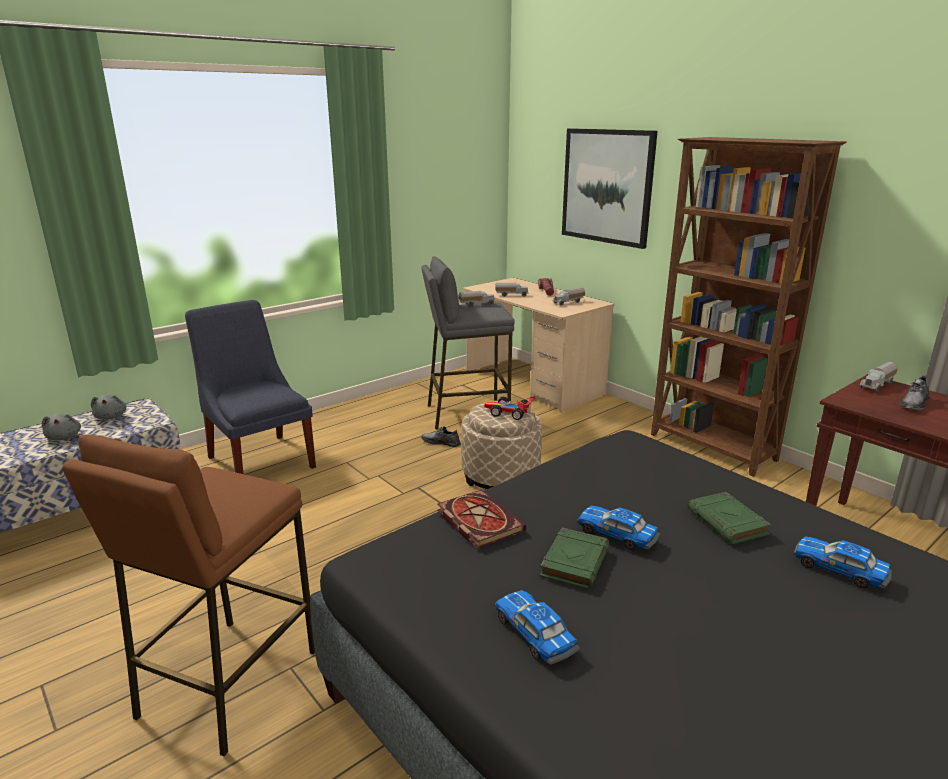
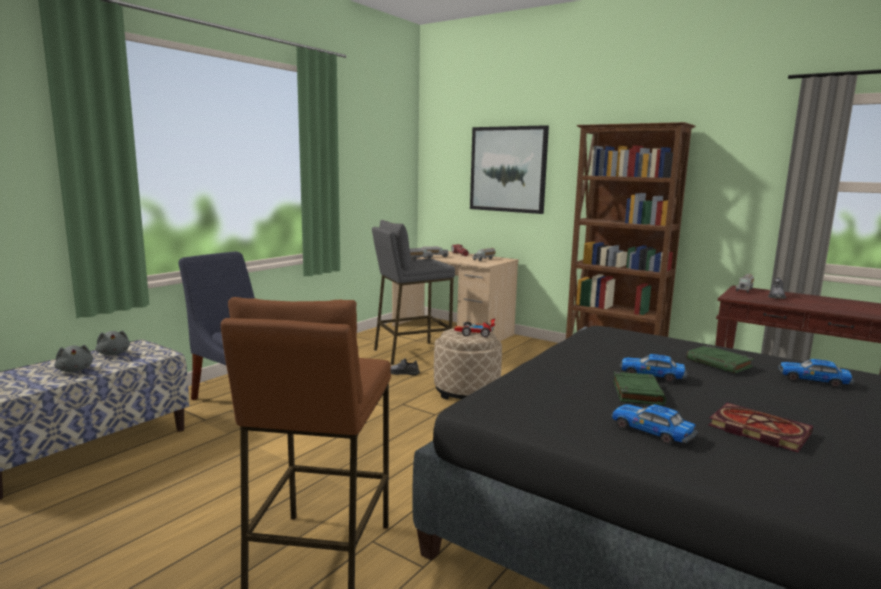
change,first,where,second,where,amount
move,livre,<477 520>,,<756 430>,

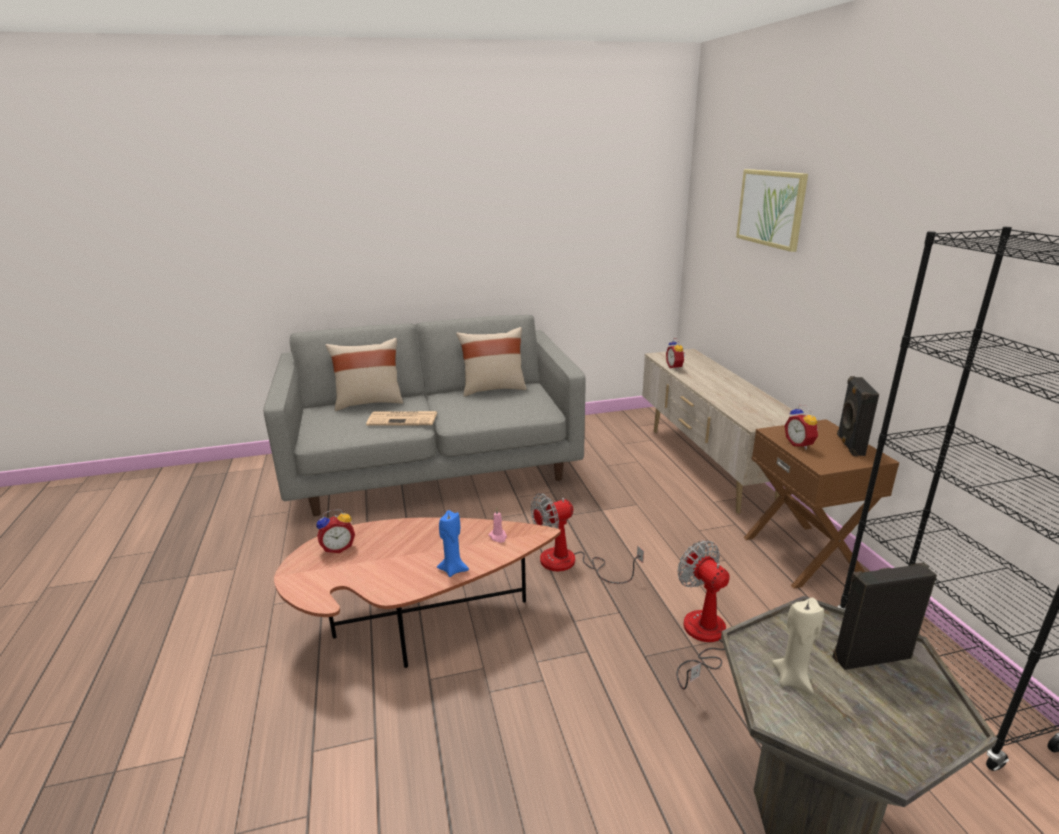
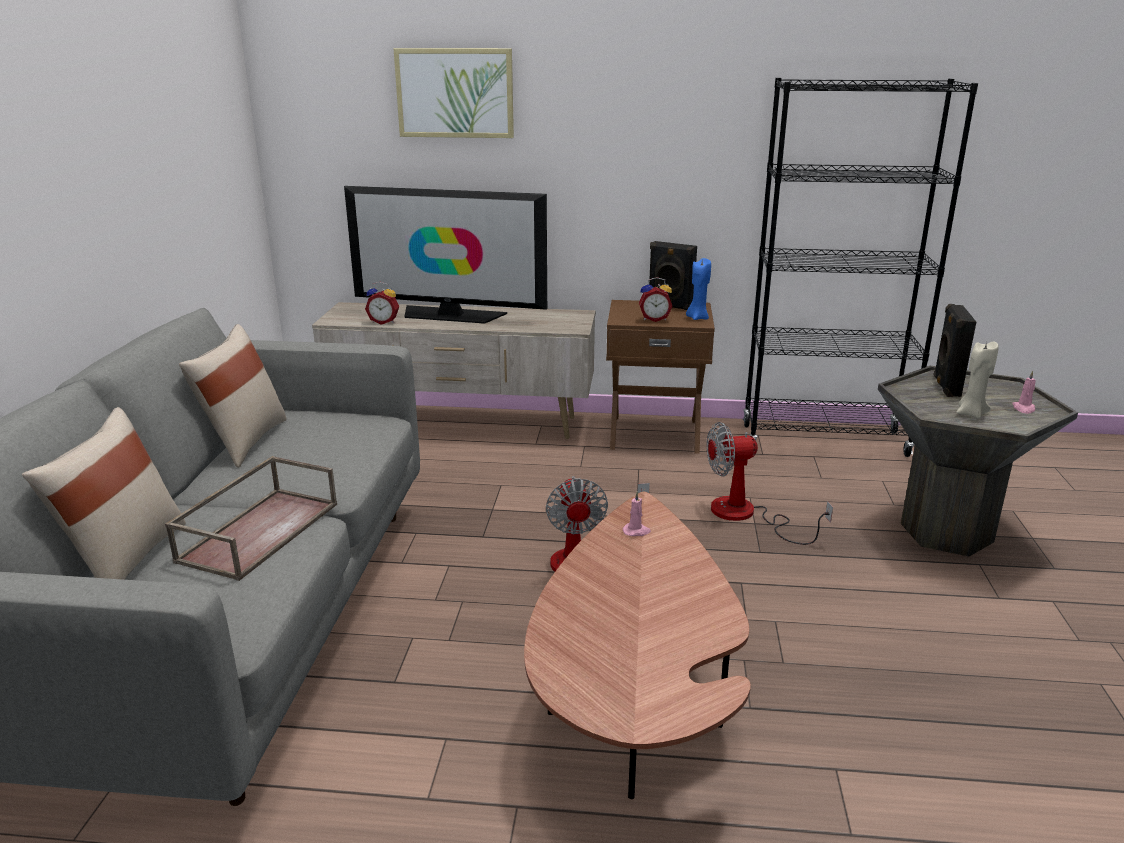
change,first,where,second,where,amount
replace,journal,<403 419>,plateau (marron),<259 530>,
delete,réveil,<338 547>,,,
move,bougie (bleu),<453 569>,,<697 318>,
insert,,,téléviseur,<450 315>,
insert,,,bougie (rose),<1023 409>,

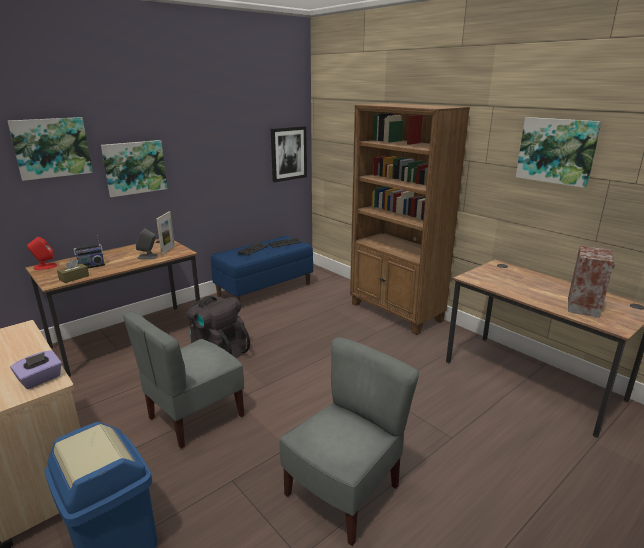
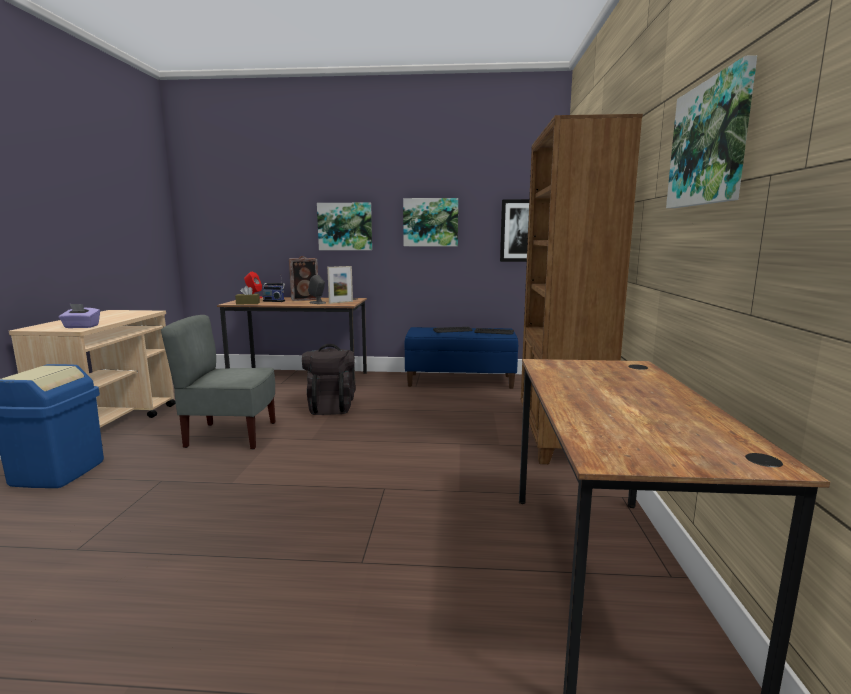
change,first,where,second,where,amount
move,tableau,<51 148>,,<430 222>,
move,enceinte,<583 306>,,<306 299>,
delete,chaise (gris),<344 492>,,,

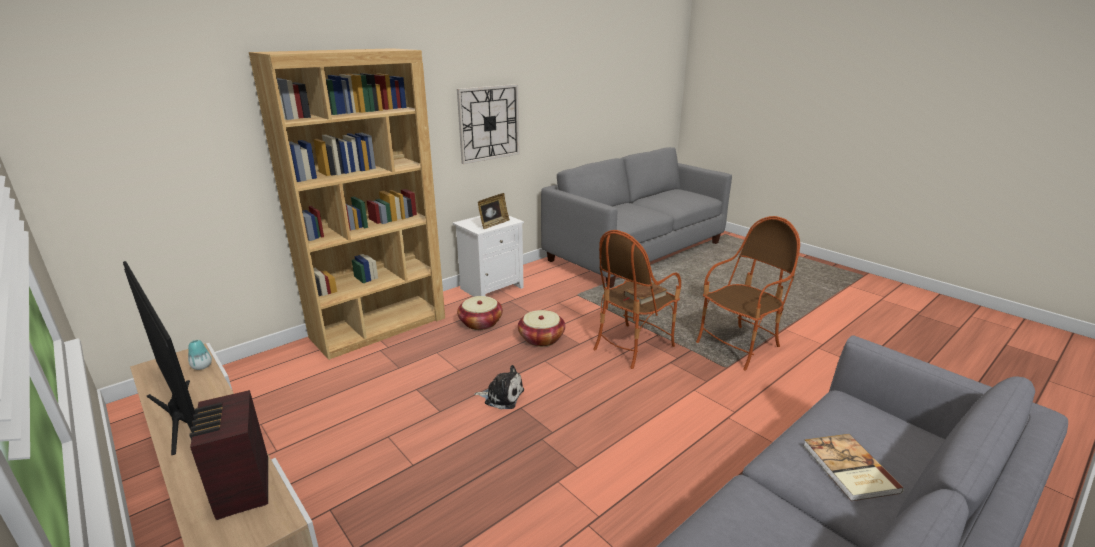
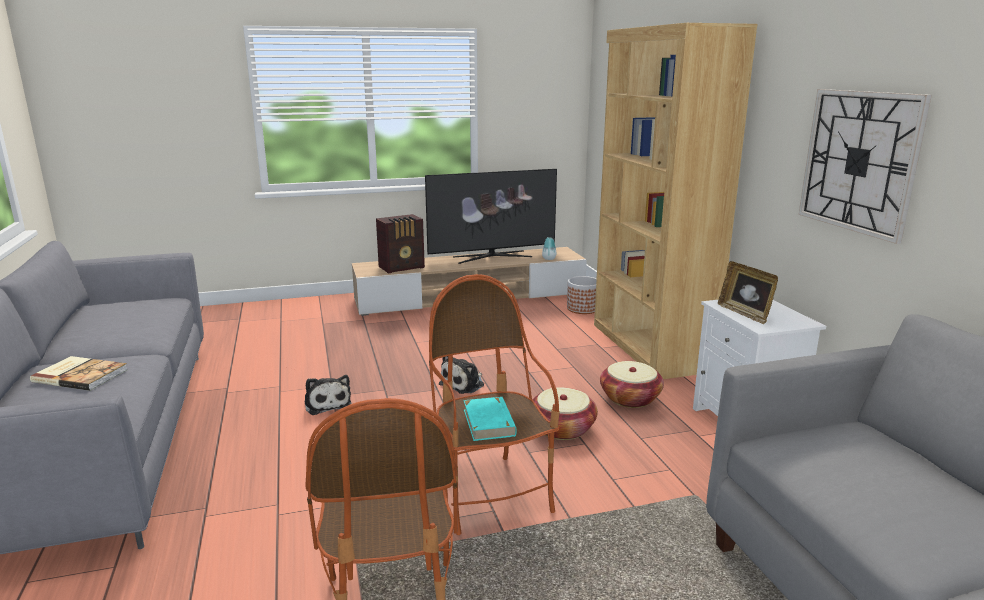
change,first,where,second,where,amount
recolor,livre (marron),<644 296>,livre (turquoise),<489 422>,
rotate,radio,<242 489>,,<402 267>,150 degrees clockwise
insert,,,cache-pot,<583 309>,
insert,,,peluche,<327 403>,

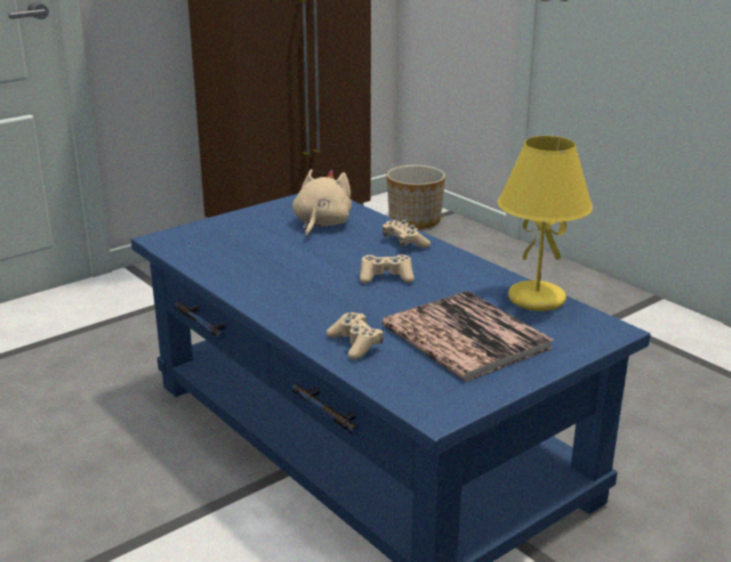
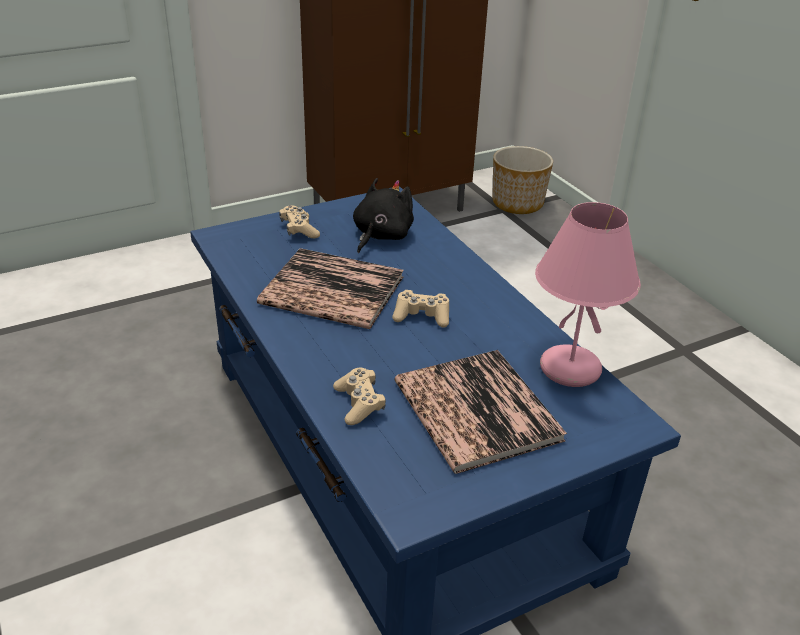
change,first,where,second,where,amount
recolor,lampe de table (jaune),<535 300>,lampe de table (rose),<569 369>,
recolor,peluche (beige),<321 224>,peluche (noir),<381 236>,
move,manette (beige),<404 243>,,<299 230>,
insert,,,livre,<332 290>,

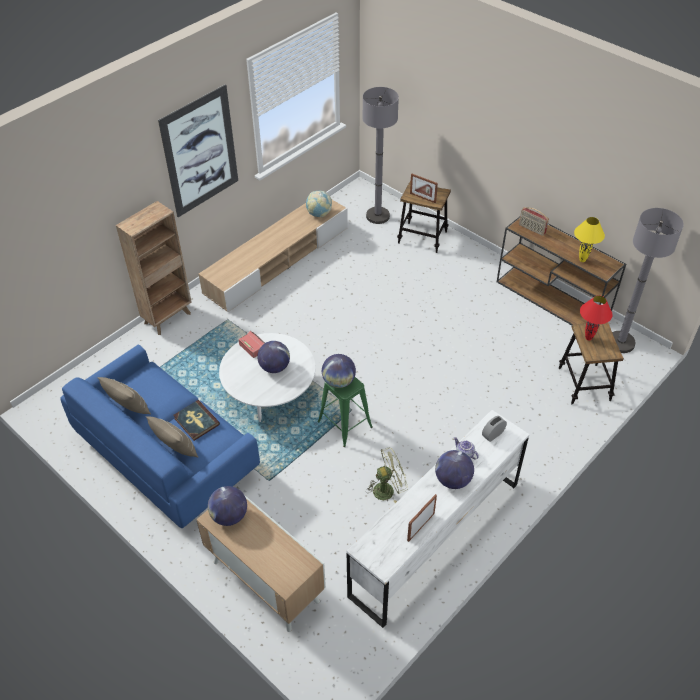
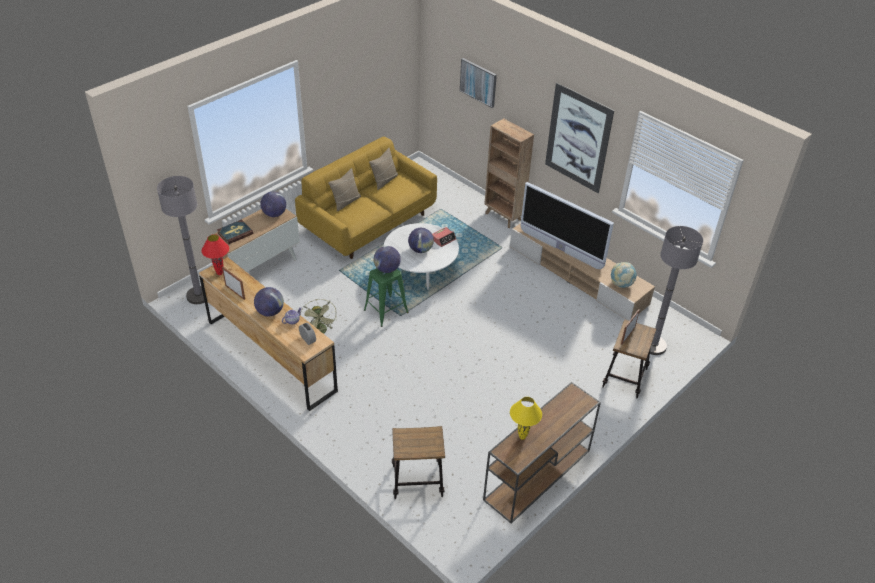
change,first,where,second,where,amount
delete,radio,<531 229>,,,
move,lampadaire (gris),<620 342>,,<198 296>,
move,lampe de table (rouge),<588 338>,,<220 273>,
recolor,canapé (bleu),<166 455>,canapé (jaune),<369 222>,
move,livre,<196 421>,,<235 233>,
recolor,commode (blanc),<435 538>,commode (marron),<271 355>,
insert,,,tableau,<478 82>,
insert,,,téléviseur,<560 250>,

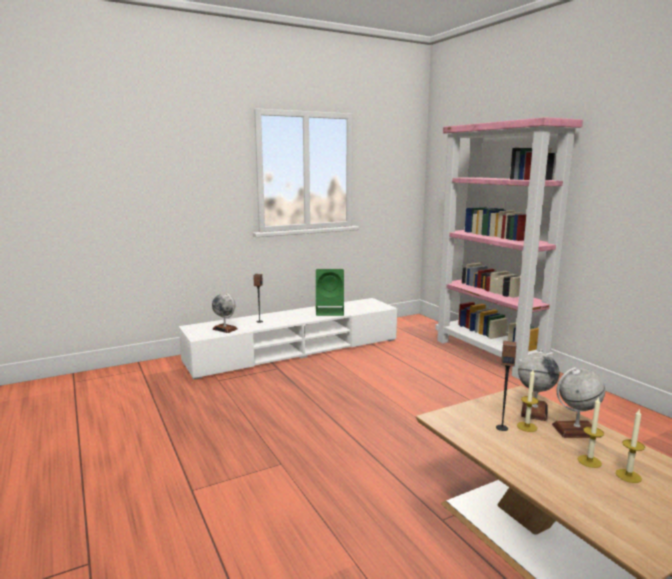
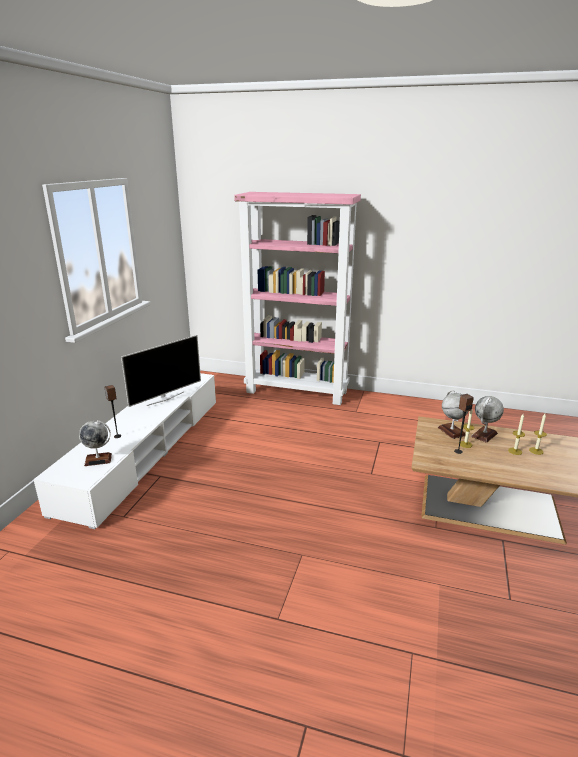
change,first,where,second,where,amount
replace,enceinte (vert),<331 311>,téléviseur,<165 398>,

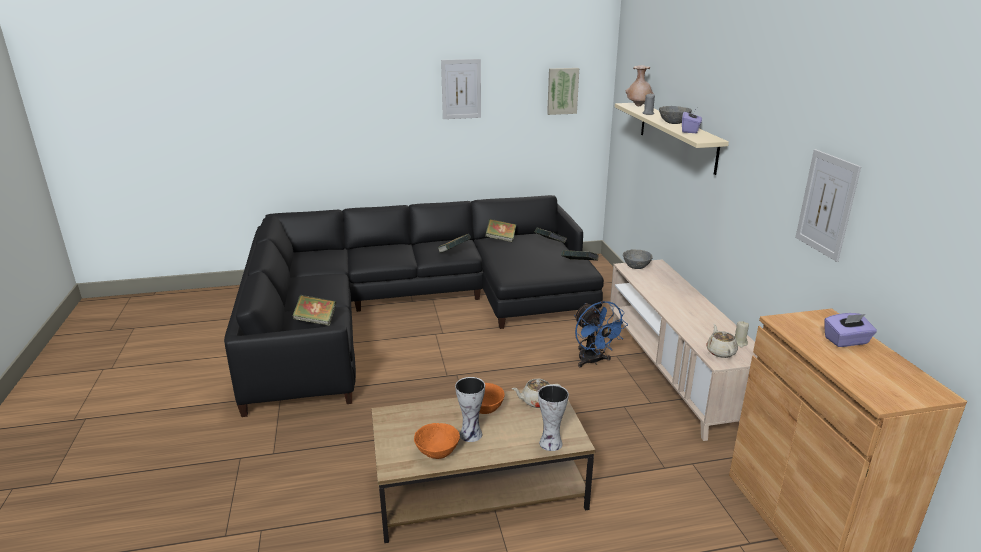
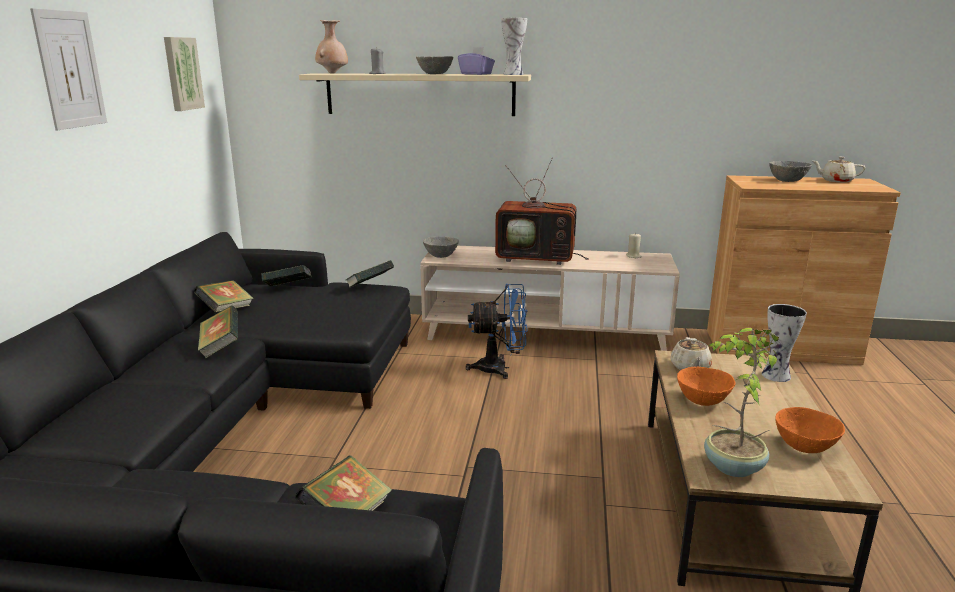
change,first,where,second,where,amount
delete,tableau,<826 204>,,,
replace,boîte à mouchoirs (violet),<846 341>,bol (gris),<787 180>,
move,théière (beige),<720 352>,,<836 181>,
move,vase,<472 434>,,<513 74>,
insert,,,téléviseur,<538 258>,
insert,,,plante en pot,<731 467>,

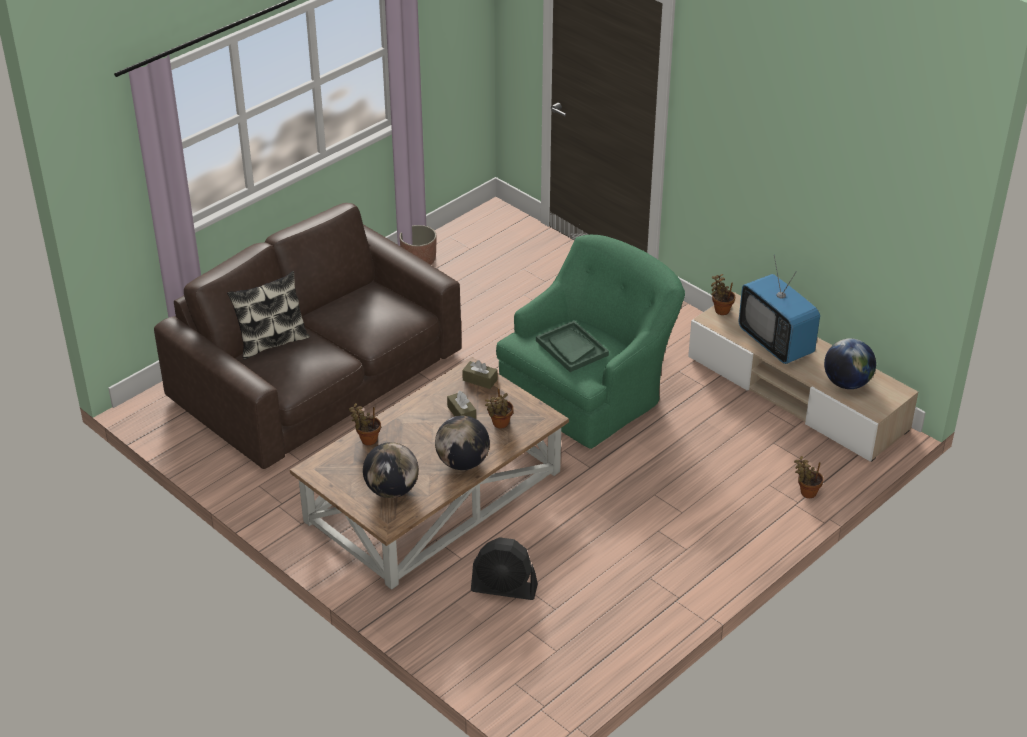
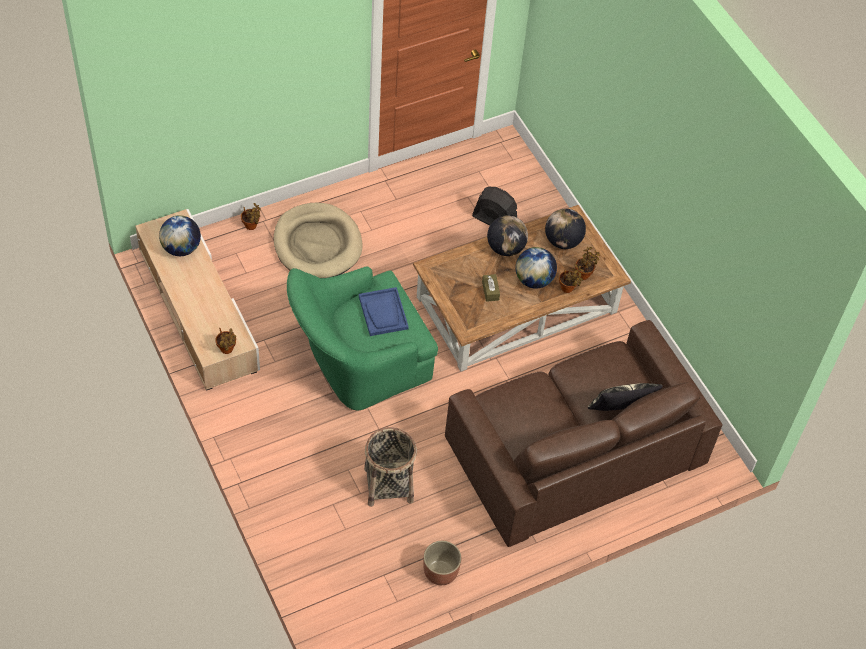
change,first,where,second,where,amount
delete,téléviseur,<776 342>,,,
recolor,plateau (vert),<571 348>,plateau (bleu),<383 313>,
delete,boîte à mouchoirs (marron),<480 380>,,,
move,plante en pot,<499 424>,,<584 274>,
insert,,,panier pour chien (beige),<317 244>,
insert,,,globe,<534 280>,
insert,,,panier,<388 485>,

